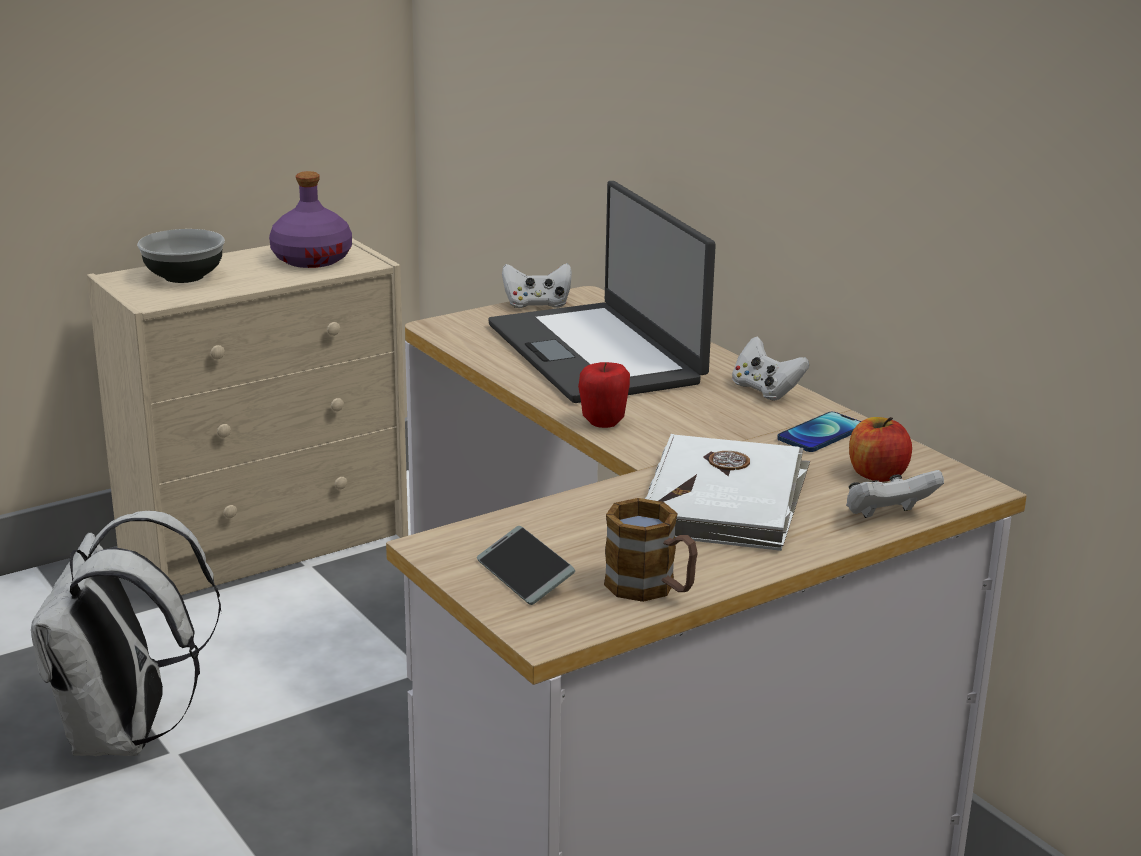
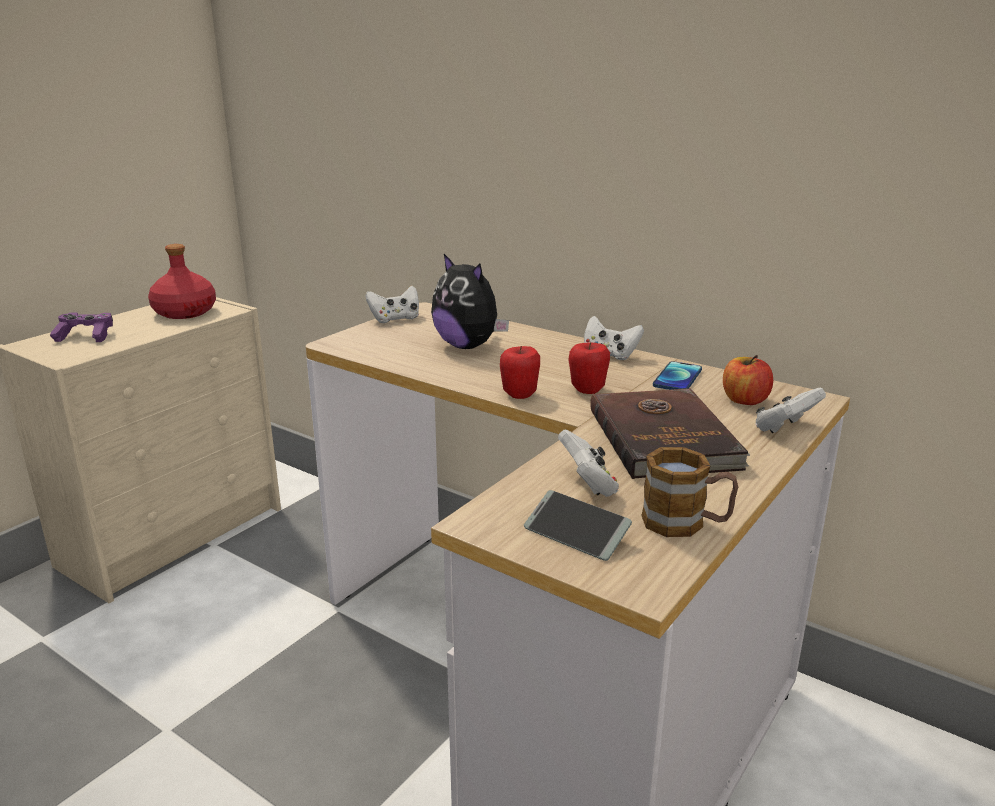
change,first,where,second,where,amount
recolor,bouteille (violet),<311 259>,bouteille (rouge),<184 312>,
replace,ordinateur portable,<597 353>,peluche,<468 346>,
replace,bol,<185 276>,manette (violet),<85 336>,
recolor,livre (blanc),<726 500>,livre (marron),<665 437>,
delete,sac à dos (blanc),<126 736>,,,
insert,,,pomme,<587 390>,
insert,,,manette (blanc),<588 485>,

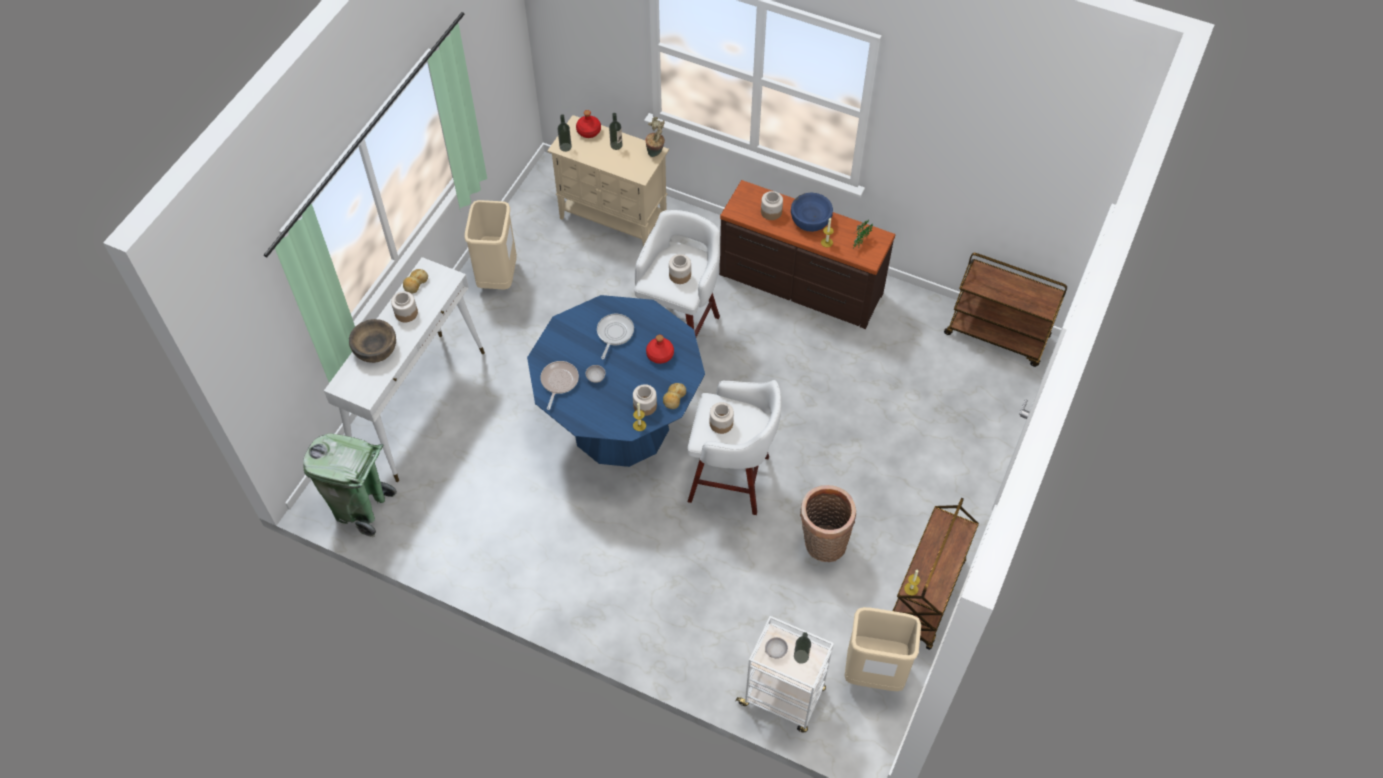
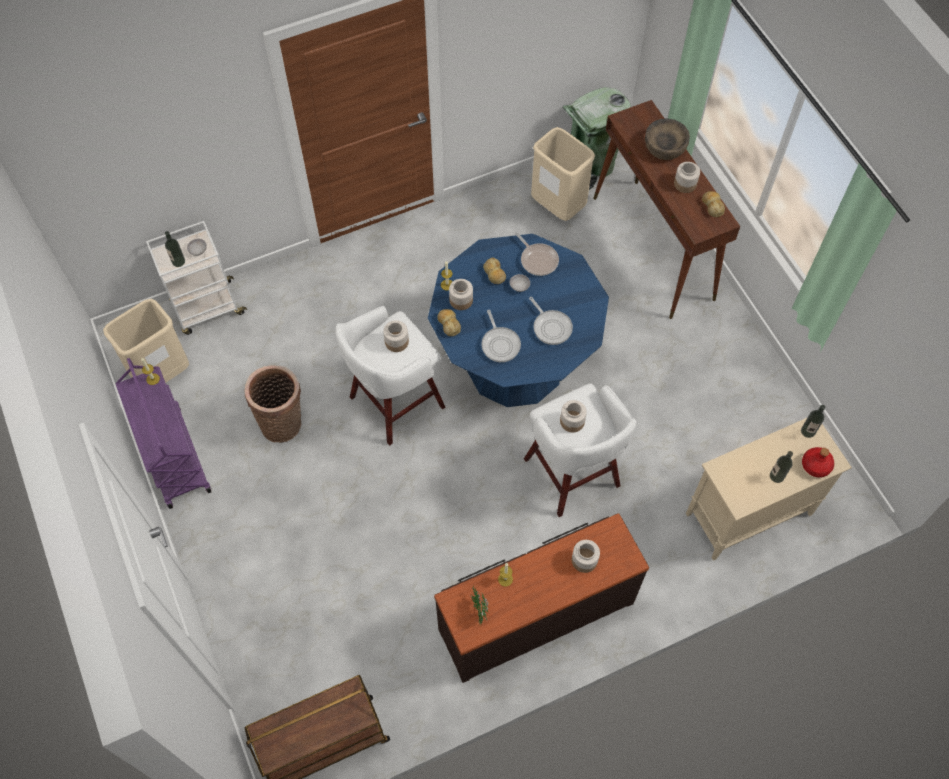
change,first,where,second,where,amount
delete,plante en pot,<656 152>,,,
delete,bol (bleu),<810 220>,,,
move,poubelle (beige),<498 277>,,<557 207>,
recolor,table console (blanc),<420 404>,table console (marron),<653 248>,
replace,bouteille (rouge),<659 354>,poêle,<500 344>,
recolor,chariot (marron),<926 597>,chariot (violet),<173 456>,
insert,,,pain,<494 274>,

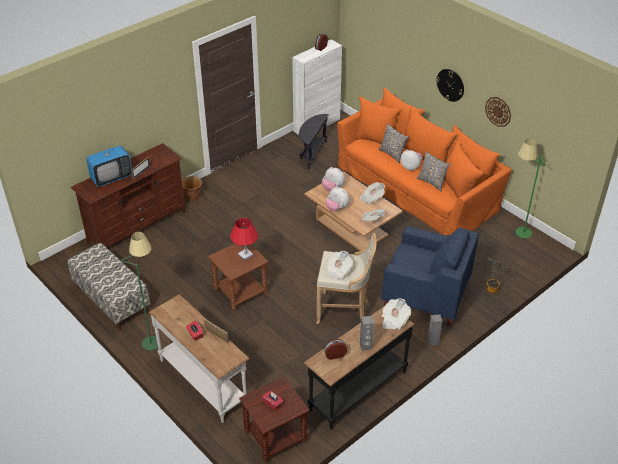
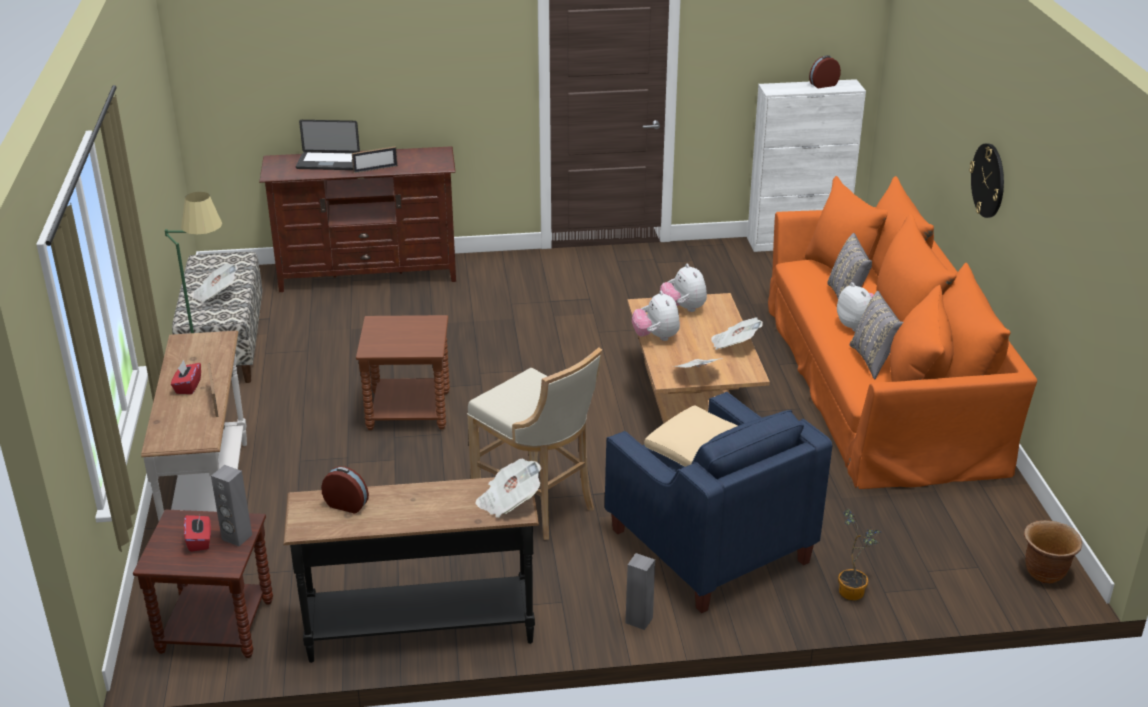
change,first,where,second,where,amount
delete,horloge murale,<498 111>,,,
delete,table d'appoint (noir),<311 153>,,,
replace,téléviseur,<111 178>,ordinateur portable,<328 162>,
delete,lampadaire (vert),<517 234>,,,
move,cache-pot (marron),<192 196>,,<1044 572>,
delete,lampe de table (rouge),<245 254>,,,
move,journal,<338 271>,,<215 294>,
move,enceinte (gris),<365 346>,,<236 537>,
insert,,,coussin (beige),<691 448>,

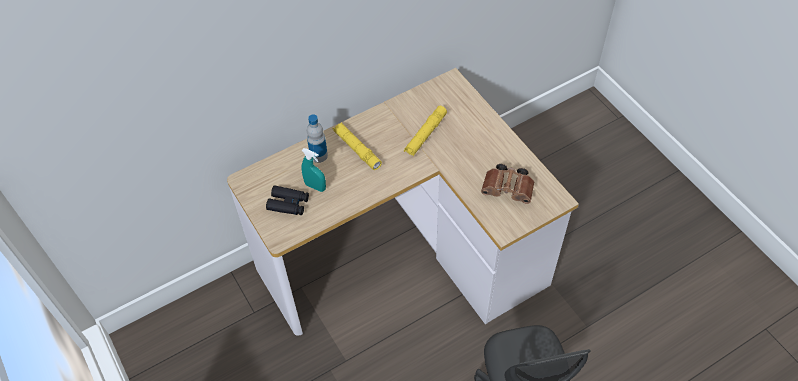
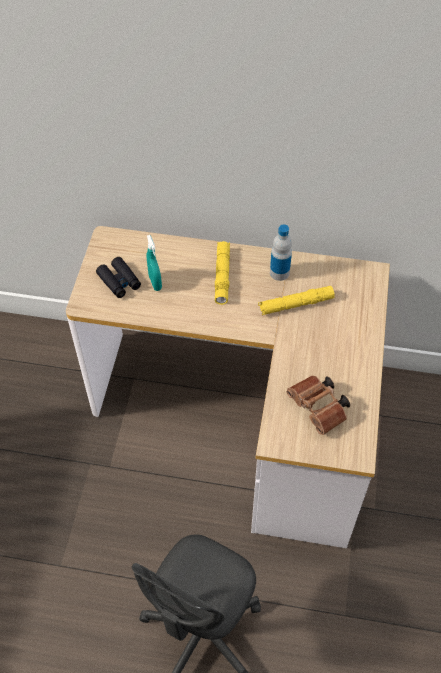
change,first,where,second,where,amount
move,bouteille,<318 155>,,<279 273>,

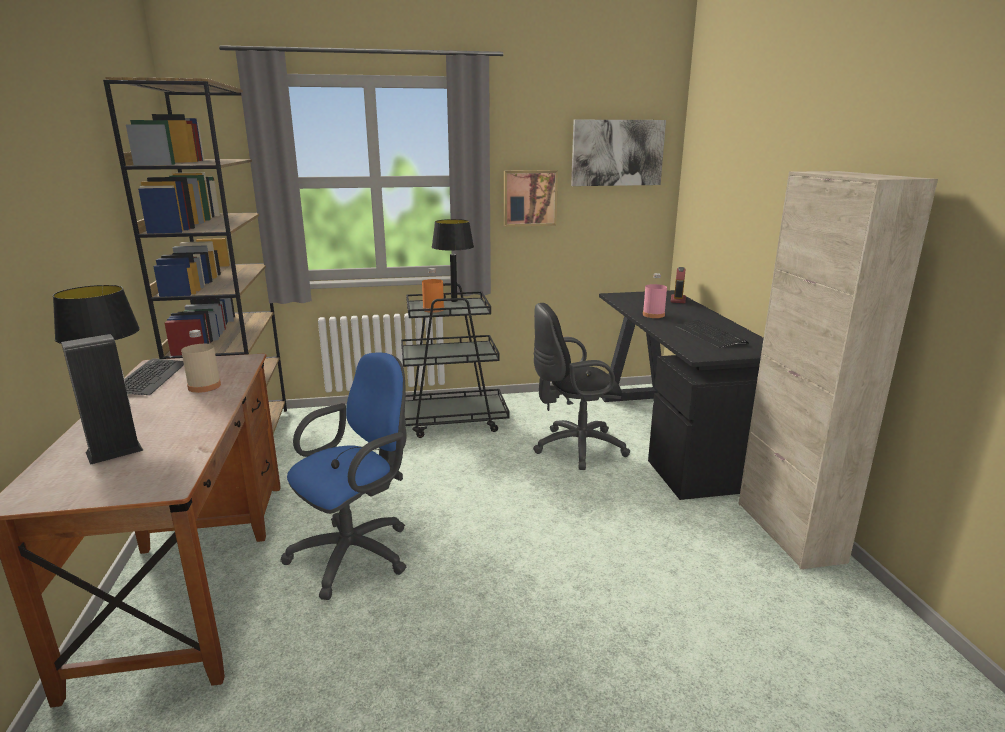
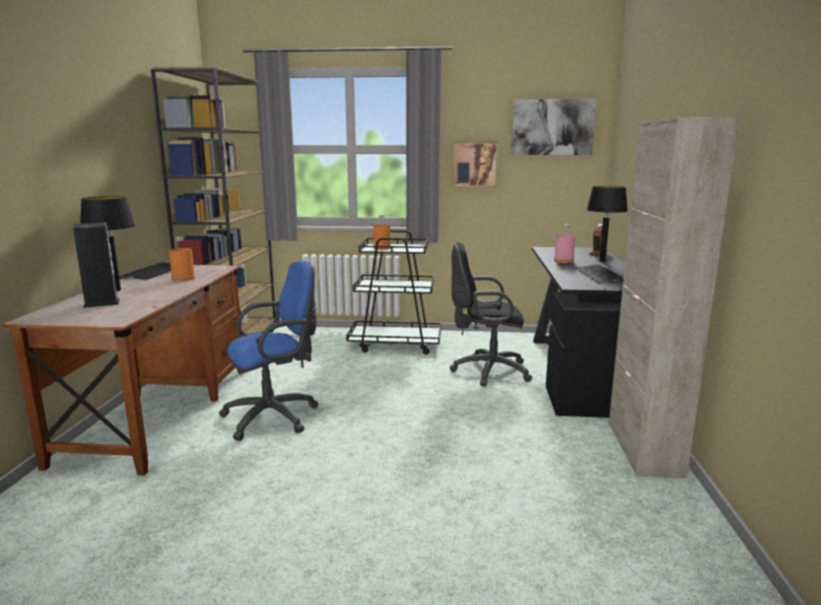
change,first,where,second,where,amount
move,lampe de table (noir),<454 301>,,<602 261>,
recolor,bouteille (beige),<204 386>,bouteille (orange),<183 278>,

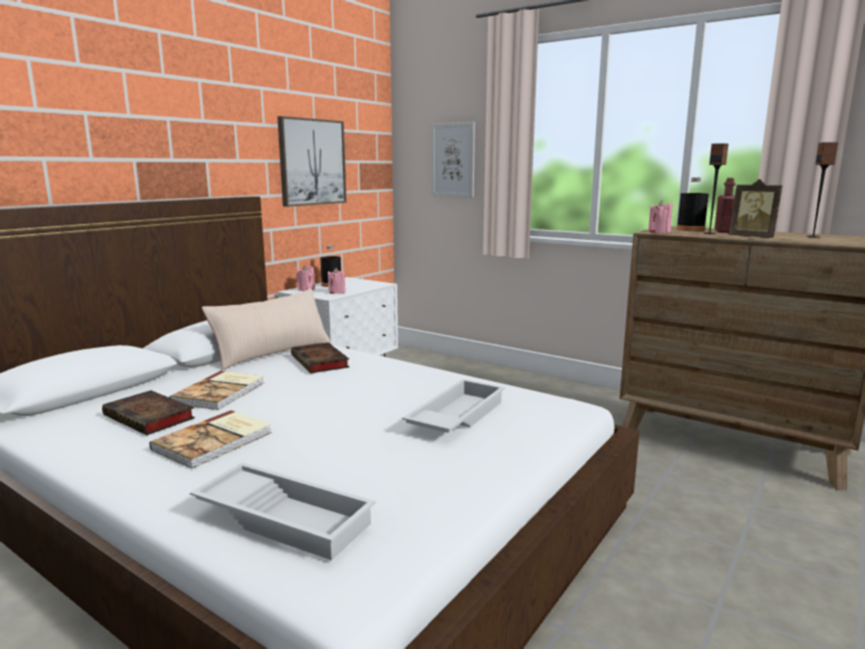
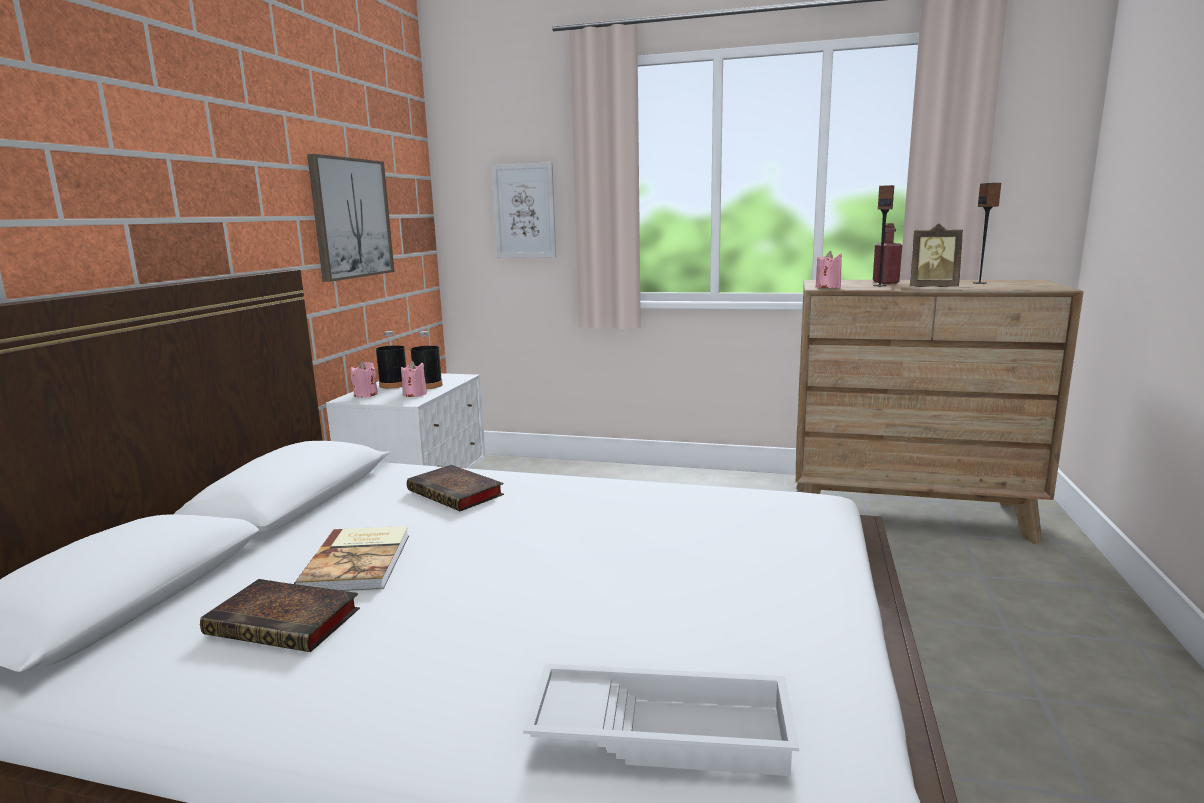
change,first,where,second,where,amount
move,bouteille (noir),<690 229>,,<428 385>,
delete,coussin (beige),<272 352>,,,
delete,plateau (blanc),<455 416>,,,
delete,livre,<215 441>,,,

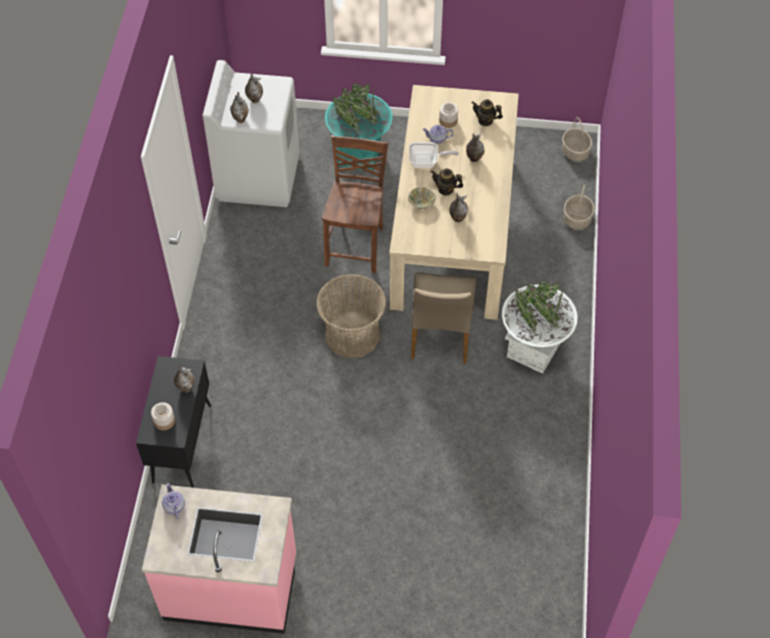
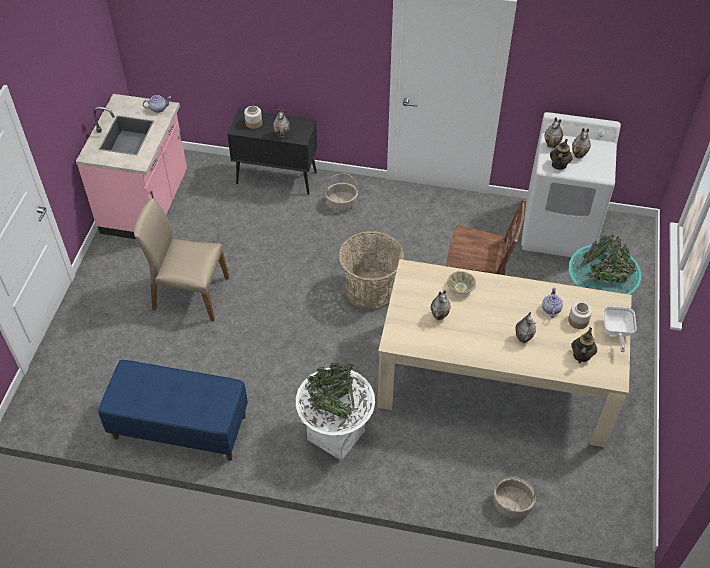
change,first,where,second,where,amount
move,panier,<575 152>,,<341 204>,
move,poêle,<427 162>,,<616 332>,
move,théière,<446 189>,,<558 165>,
move,chaise (beige),<440 333>,,<189 294>,
insert,,,banc (bleu),<179 427>,

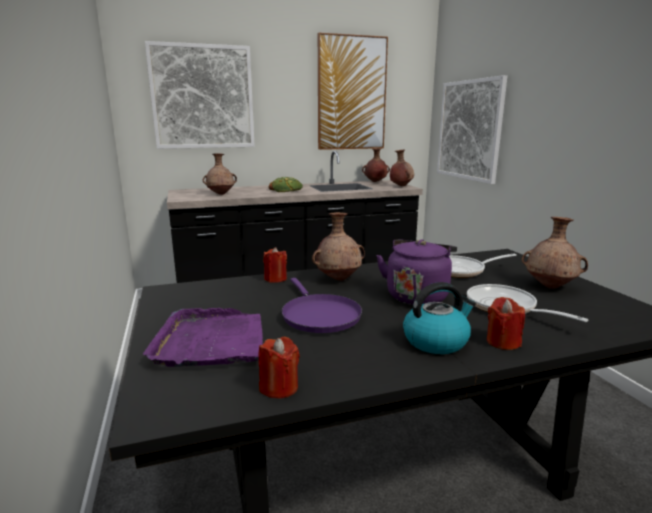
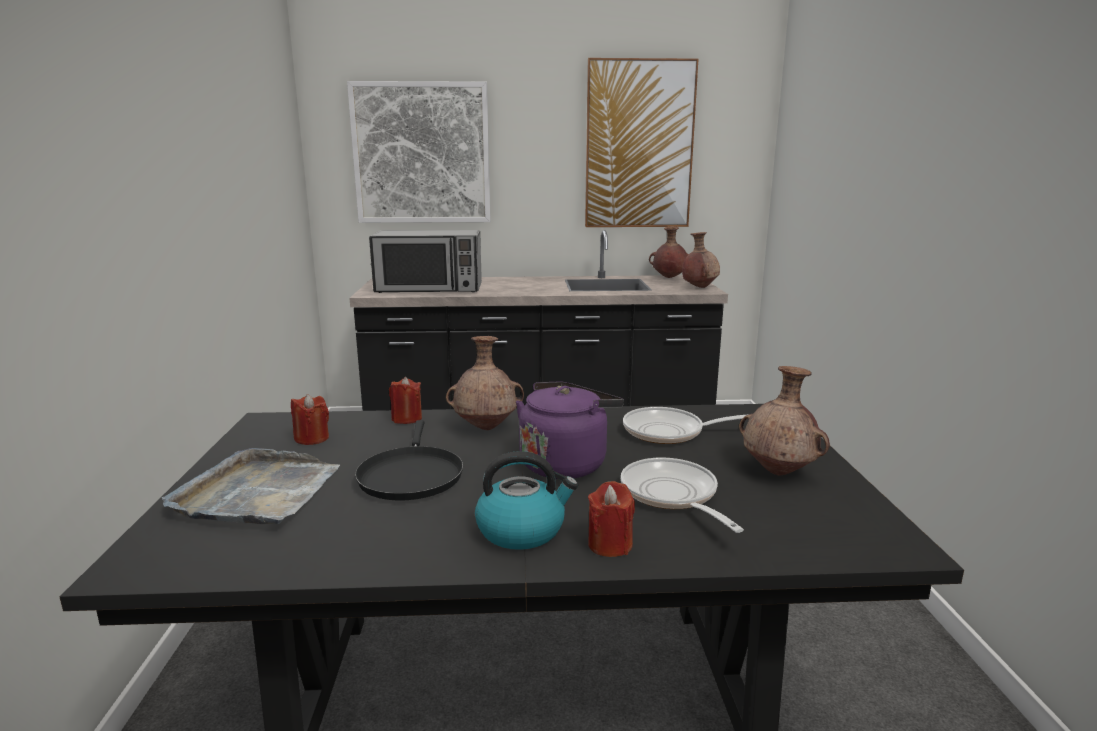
change,first,where,second,where,amount
delete,tableau,<469 130>,,,
replace,vase (marron),<221 194>,micro-ondes,<429 289>,
delete,pain,<286 189>,,,
recolor,poêle (violet),<319 315>,poêle (noir),<411 475>,
recolor,plateau (violet),<211 341>,plateau (gris),<258 493>,
move,bougie (rouge),<279 387>,,<312 438>,

